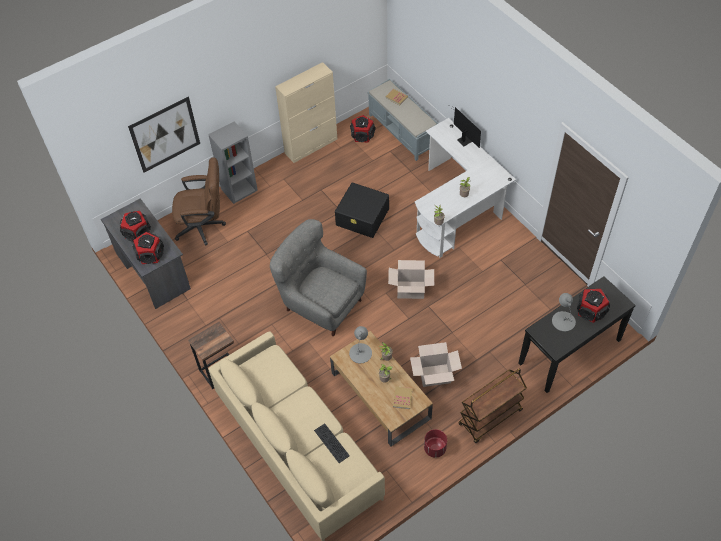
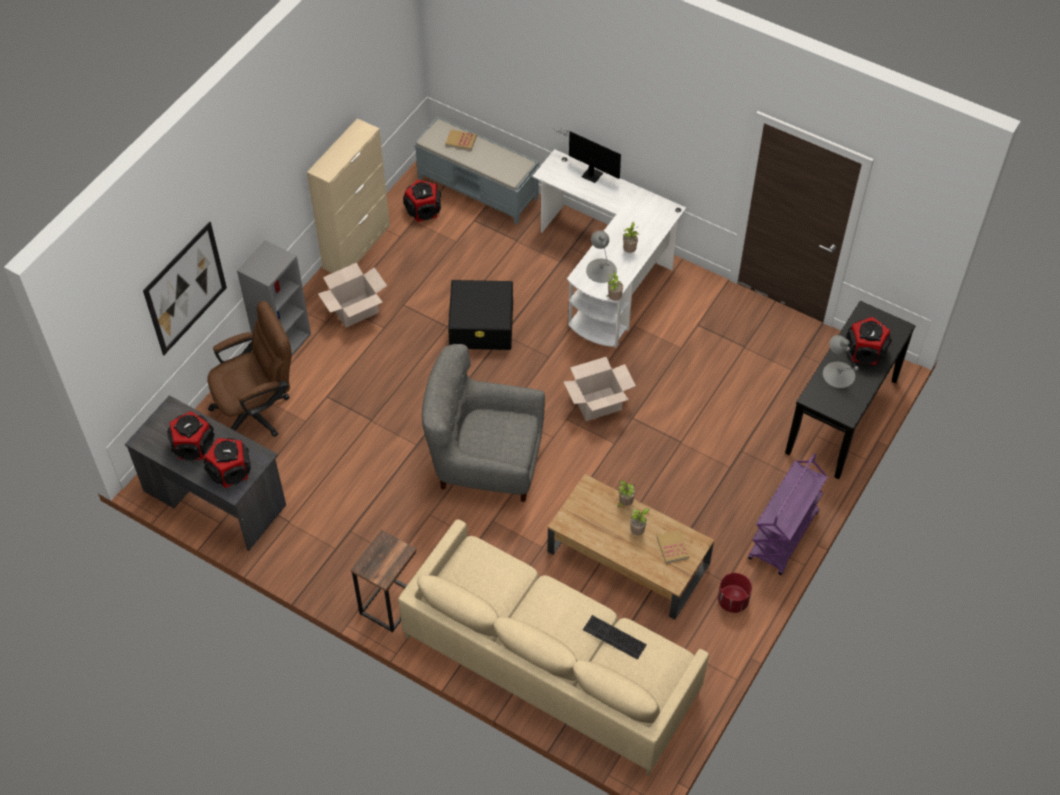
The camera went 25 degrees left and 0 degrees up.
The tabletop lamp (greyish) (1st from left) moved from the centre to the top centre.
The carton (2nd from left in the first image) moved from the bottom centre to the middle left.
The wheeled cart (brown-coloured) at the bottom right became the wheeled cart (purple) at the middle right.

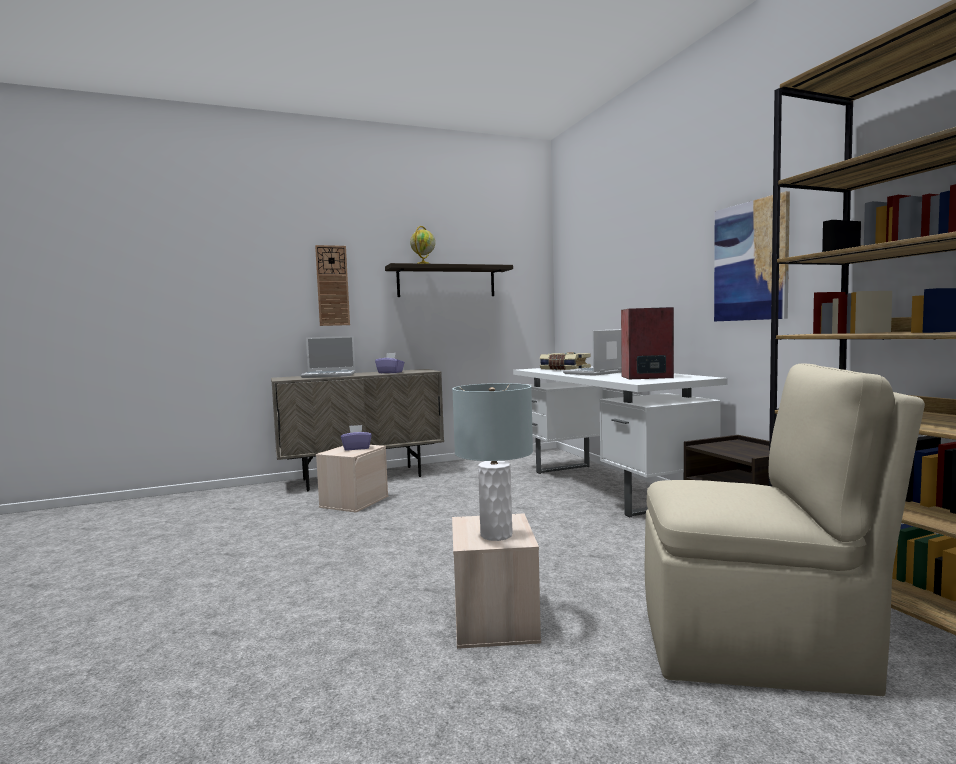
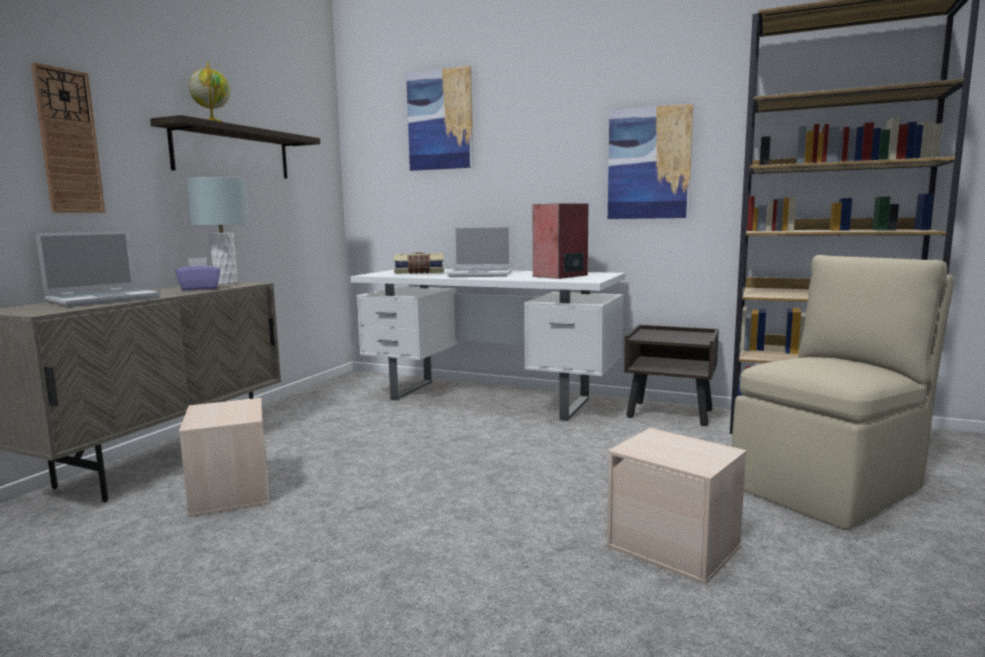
The camera went 45 degrees left and 5 degrees up.
The tissue box (purple) (1st from left) at the centre disappeared.
The tabletop lamp (greyish) moved from the centre to the middle left.
The laptop (2nd from left) at the centre turned 90 degrees counterclockwise.
The picture (1st from left) at the top centre appeared.

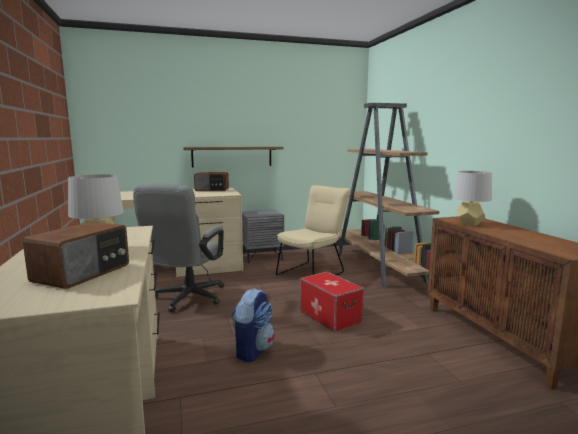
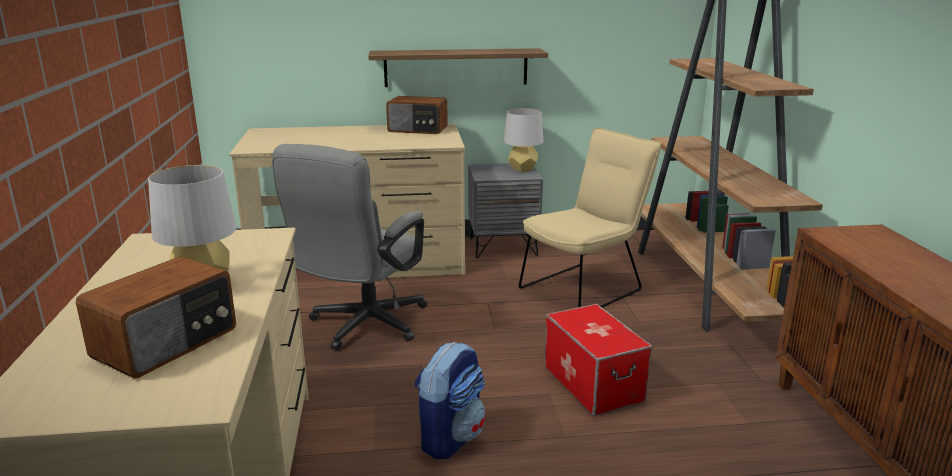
The camera went 10 degrees right and 10 degrees up.
The tabletop lamp (greyish) (2nd from left) moved from the middle right to the top centre.

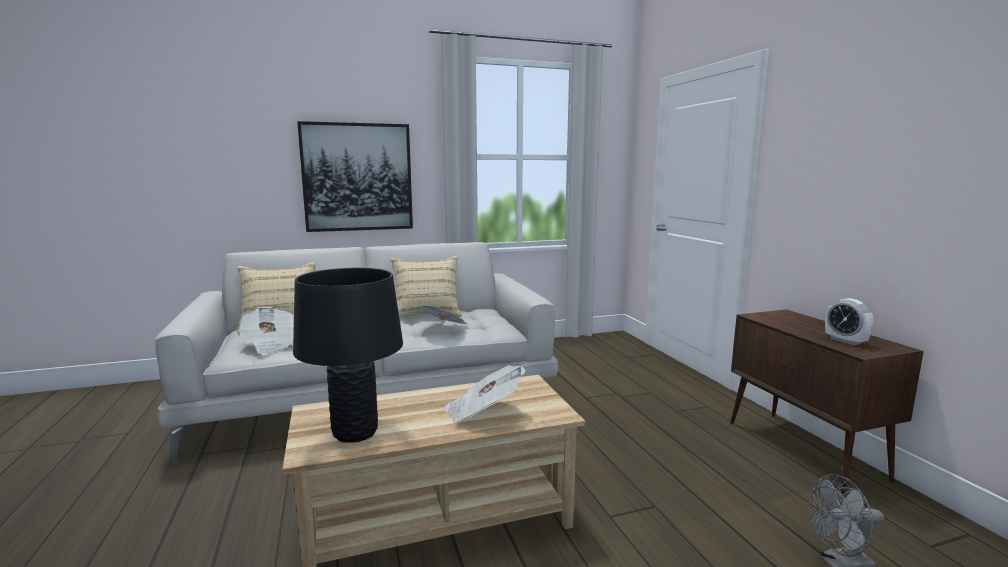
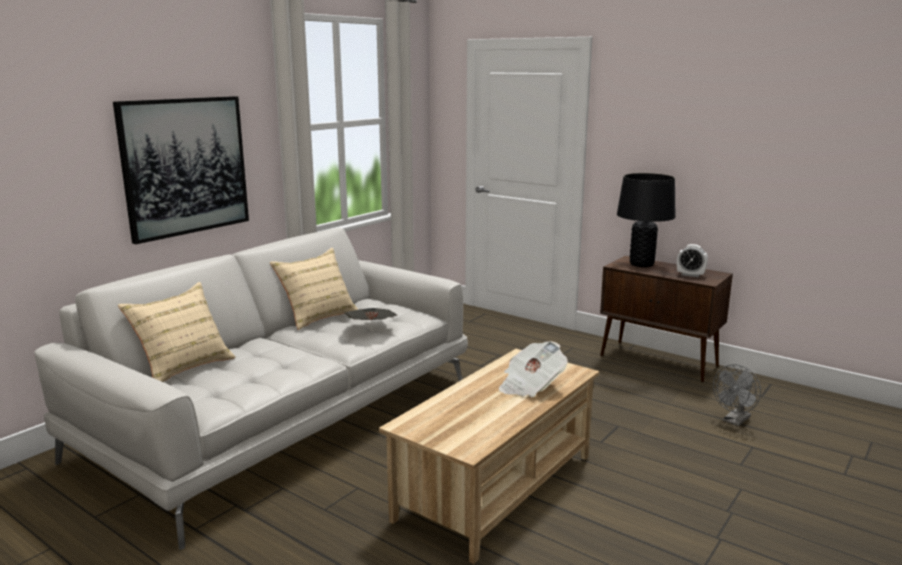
The camera went 35 degrees left and 5 degrees up.
The printed paper (1st from left) at the middle left disappeared.
The tabletop lamp (black) moved from the centre to the middle right.

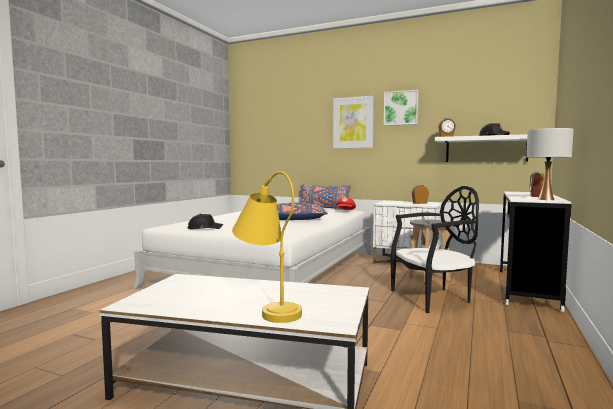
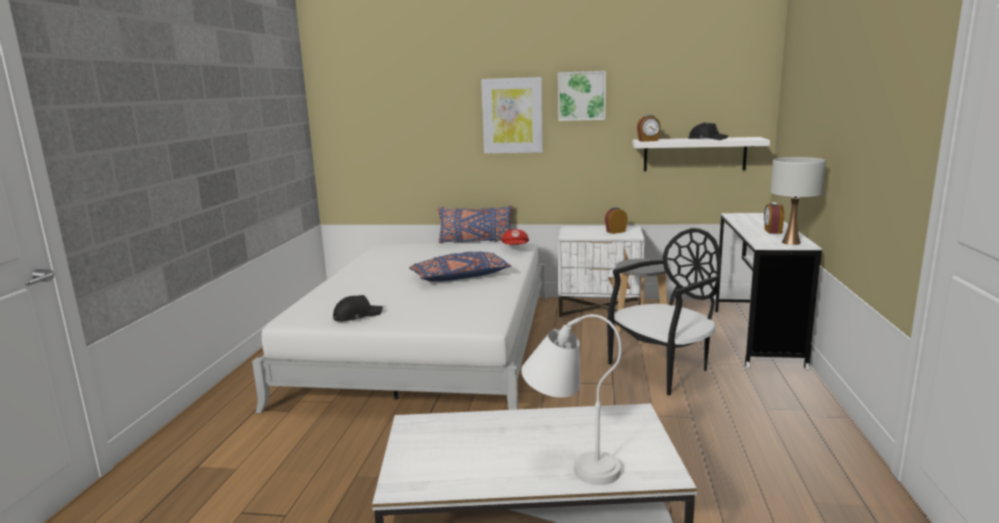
The camera went 15 degrees left and 10 degrees up.
The tabletop lamp (yellow-coloured) at the centre became the tabletop lamp (white) (1st from left) at the bottom centre.

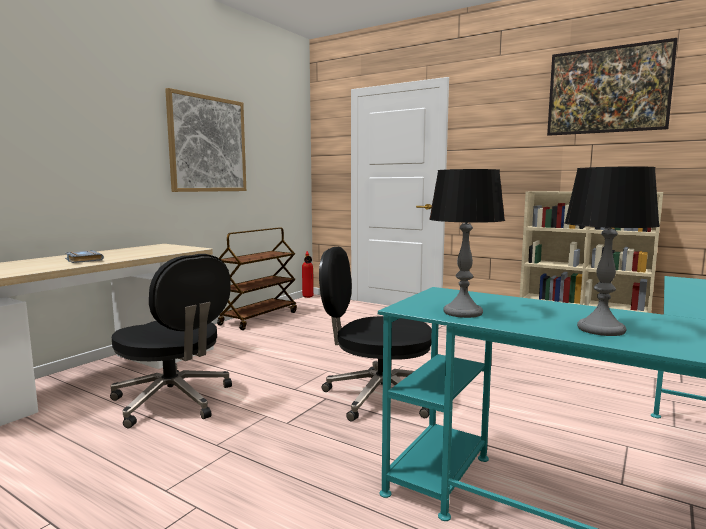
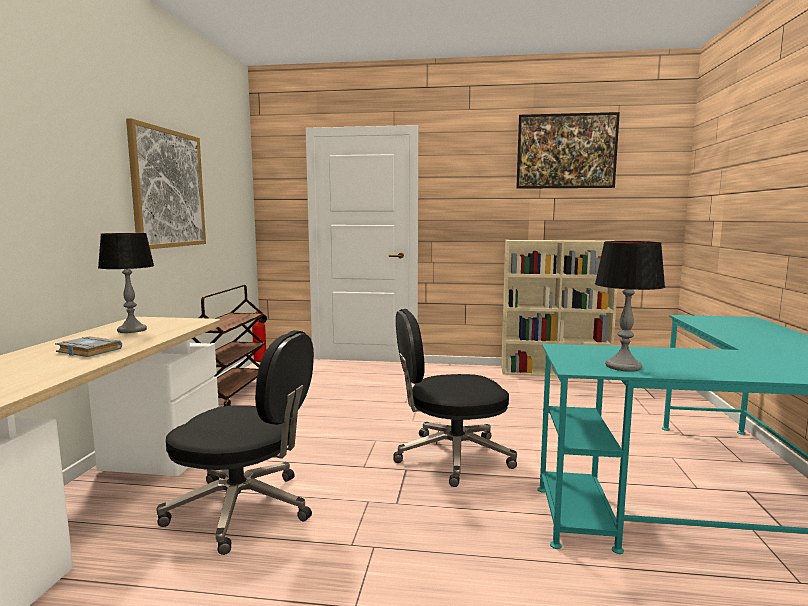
The camera went 25 degrees left and 0 degrees up.
The tabletop lamp (2nd from left in the first image) moved from the middle right to the middle left.

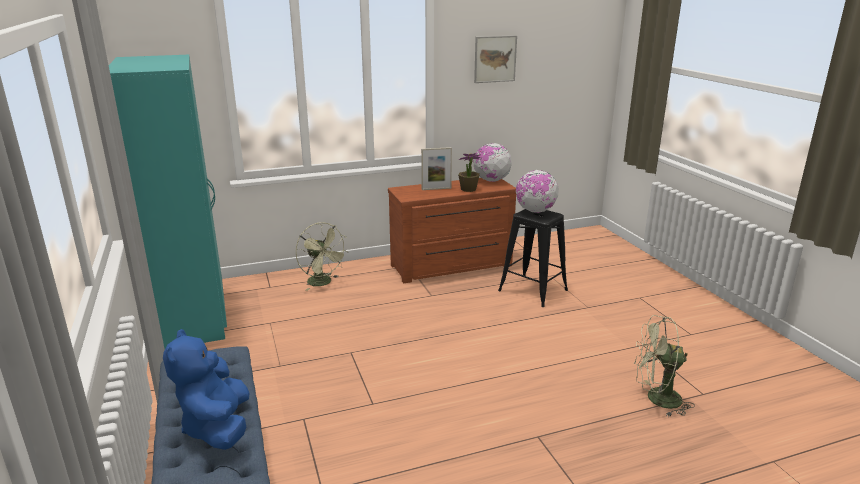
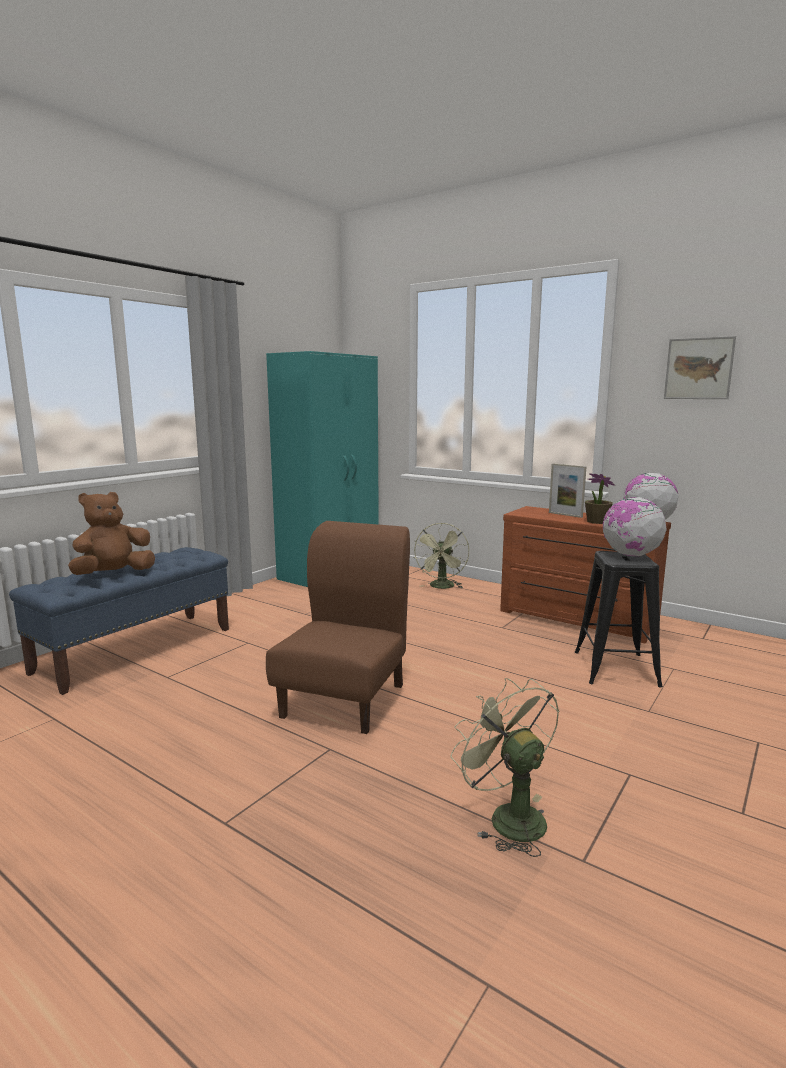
The camera went 55 degrees right and 10 degrees down.
The soft toy (blue-coloured) at the bottom left became the soft toy (brown-coloured) at the middle left.
The upright chair (brown-coloured) at the centre appeared.

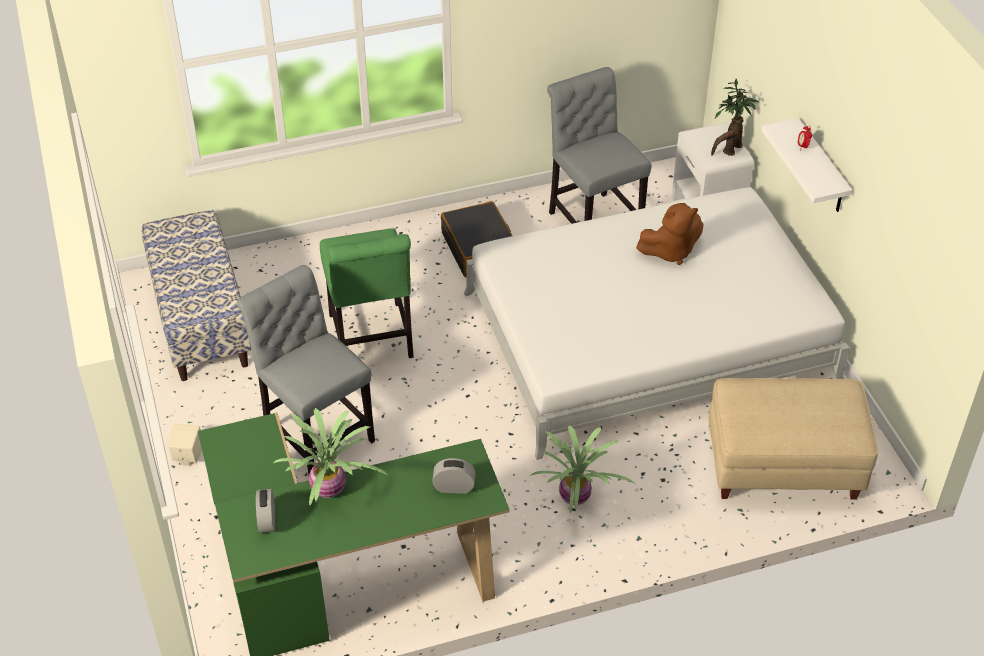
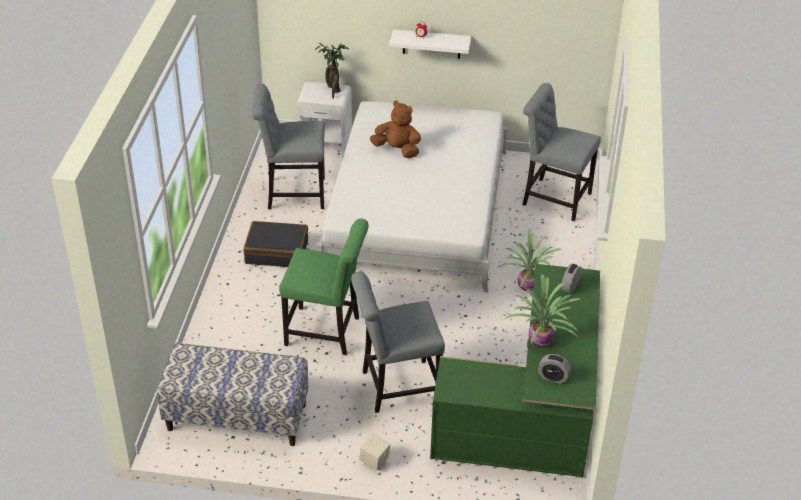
The camera went 65 degrees left and 5 degrees down.
The soft toy (brown-coloured) at the middle right turned 75 degrees counterclockwise.
The pouffe (beige-coloured) at the bottom right was replaced by the upright chair (greyish) (3rd from left) at the top right.

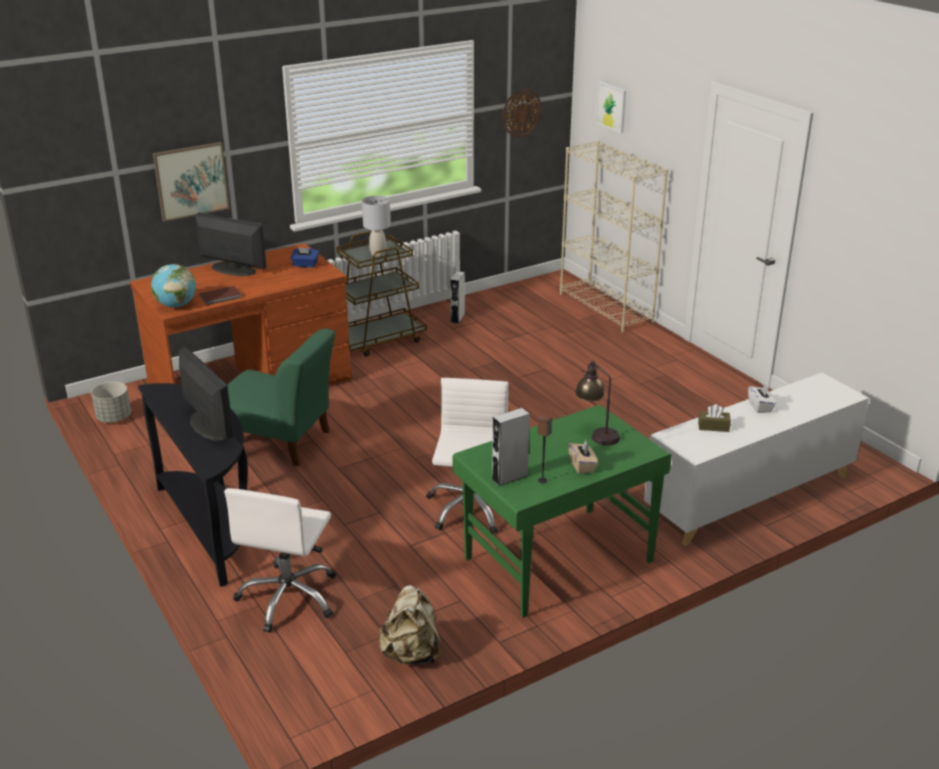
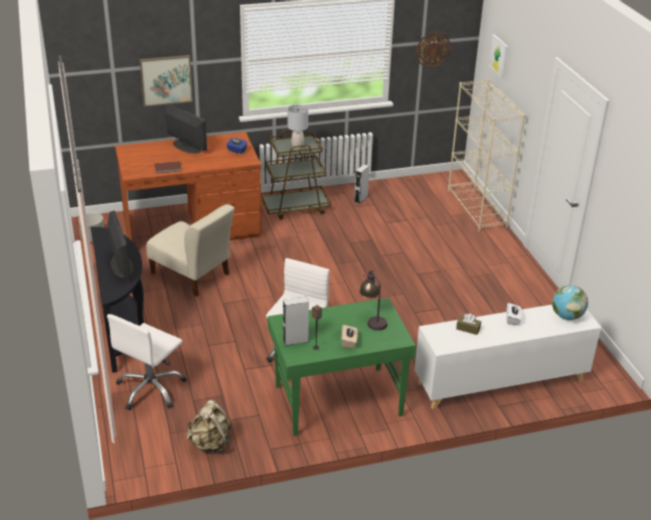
The camera went 15 degrees right and 5 degrees up.
The world globe moved from the middle left to the middle right.
The upright chair (greenish) at the middle left became the upright chair (beige-coloured) at the middle left.

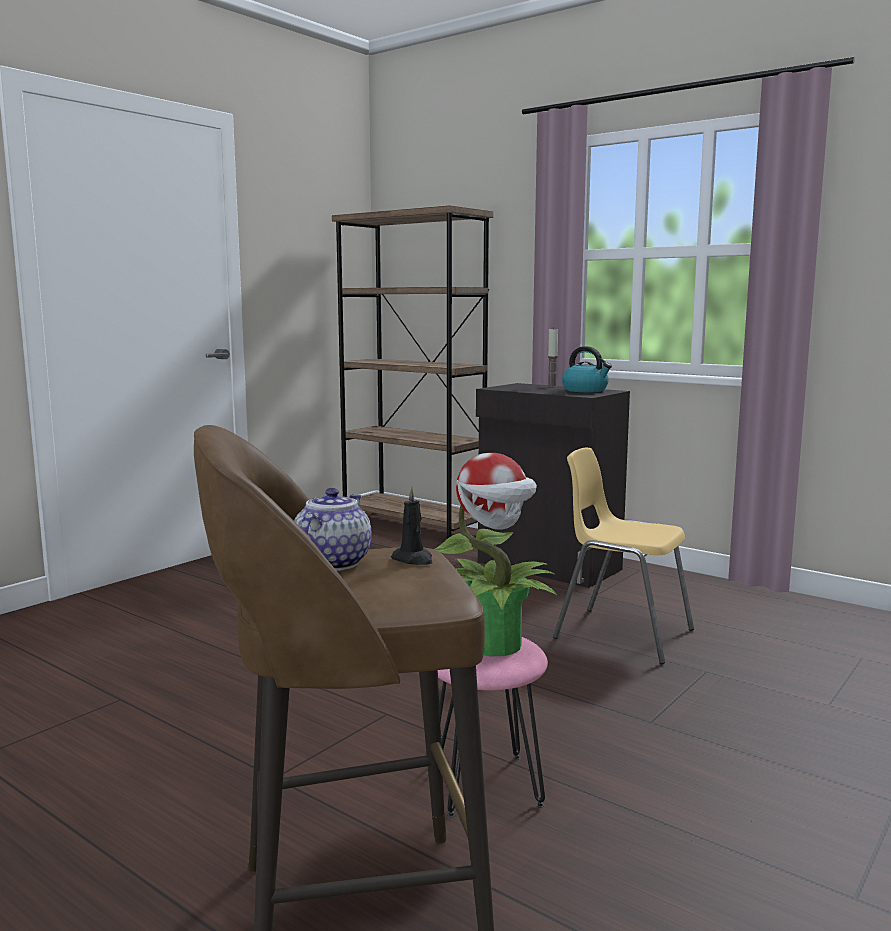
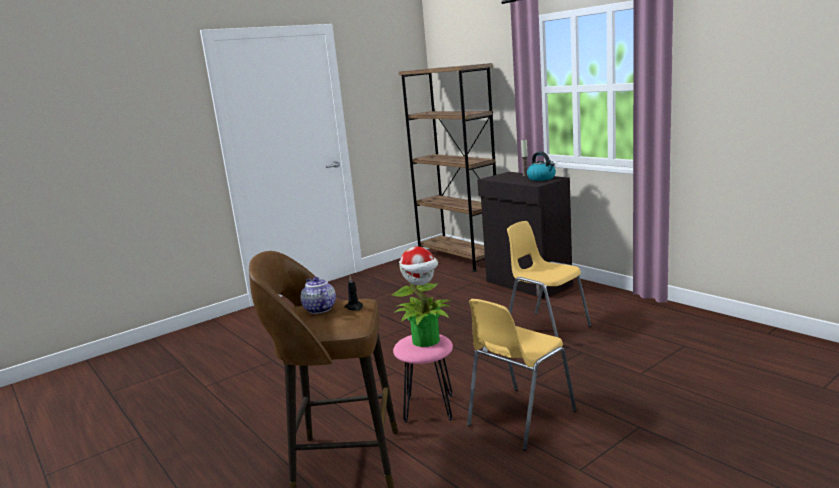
The camera went 15 degrees right and 5 degrees up.
The tea pot at the centre turned 60 degrees counterclockwise.
The upright chair (yellow-coloured) (1st from left) at the bottom centre appeared.

